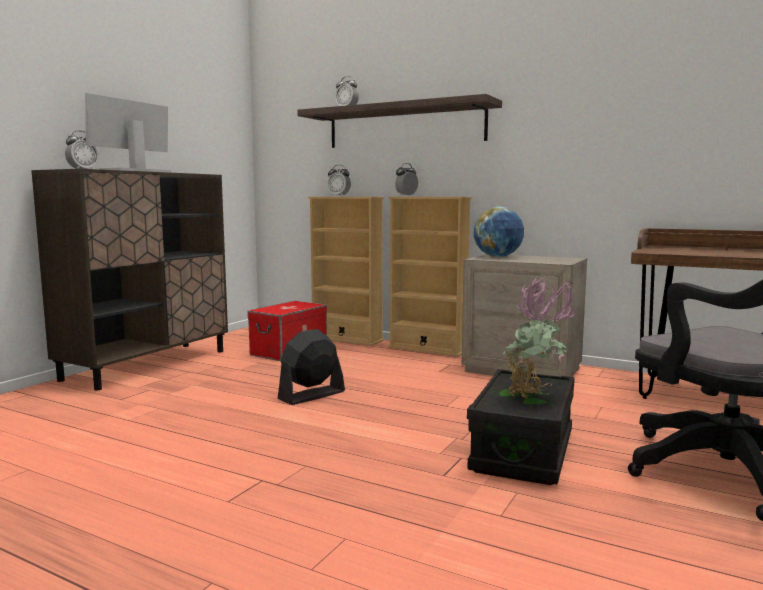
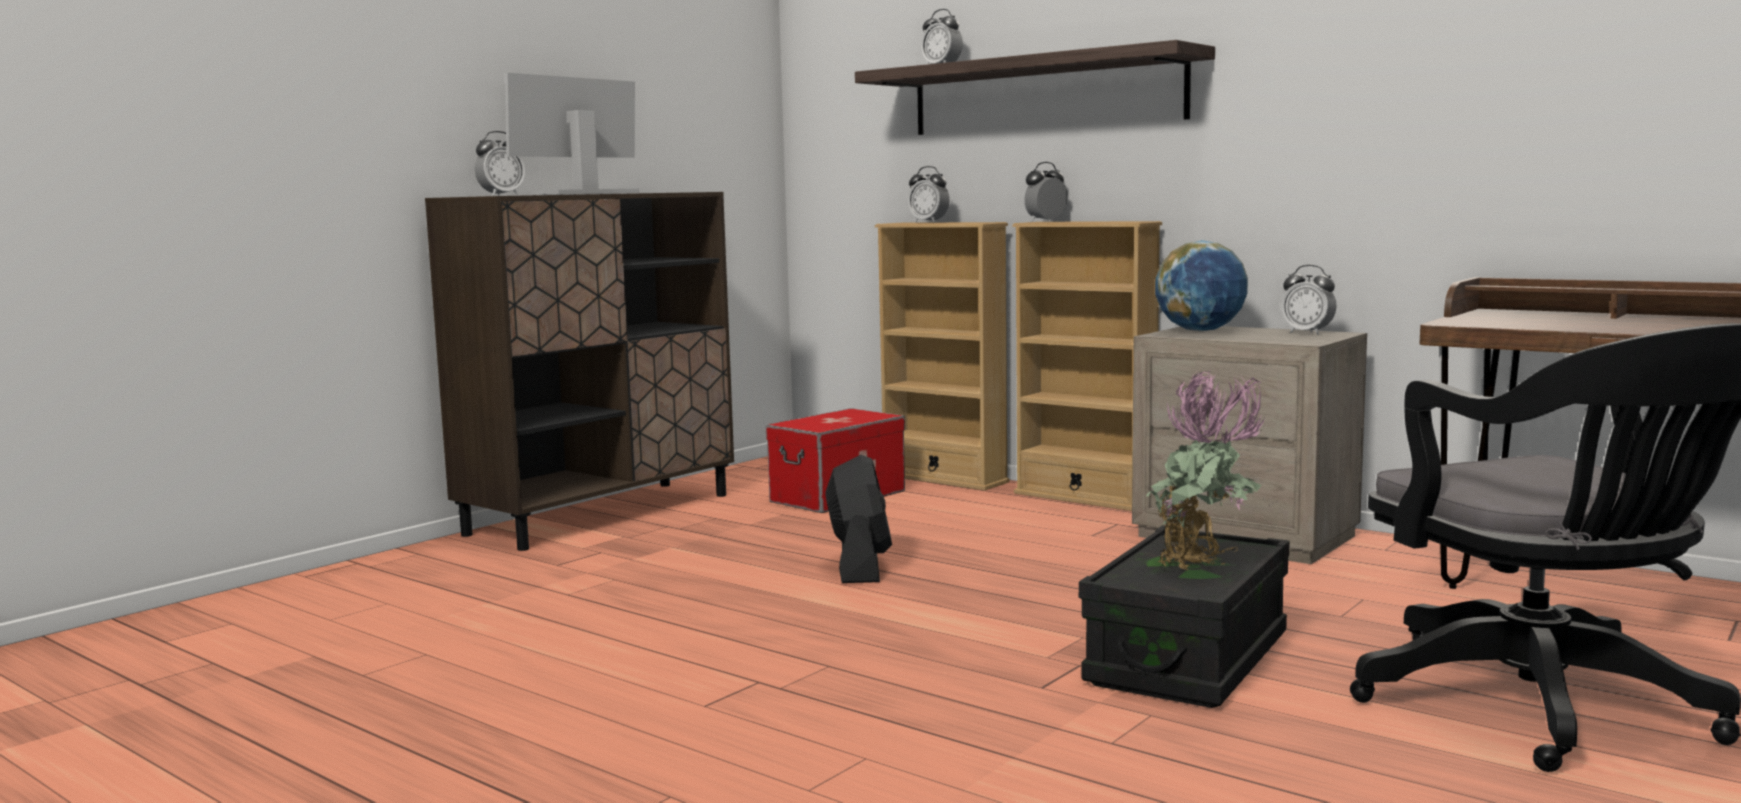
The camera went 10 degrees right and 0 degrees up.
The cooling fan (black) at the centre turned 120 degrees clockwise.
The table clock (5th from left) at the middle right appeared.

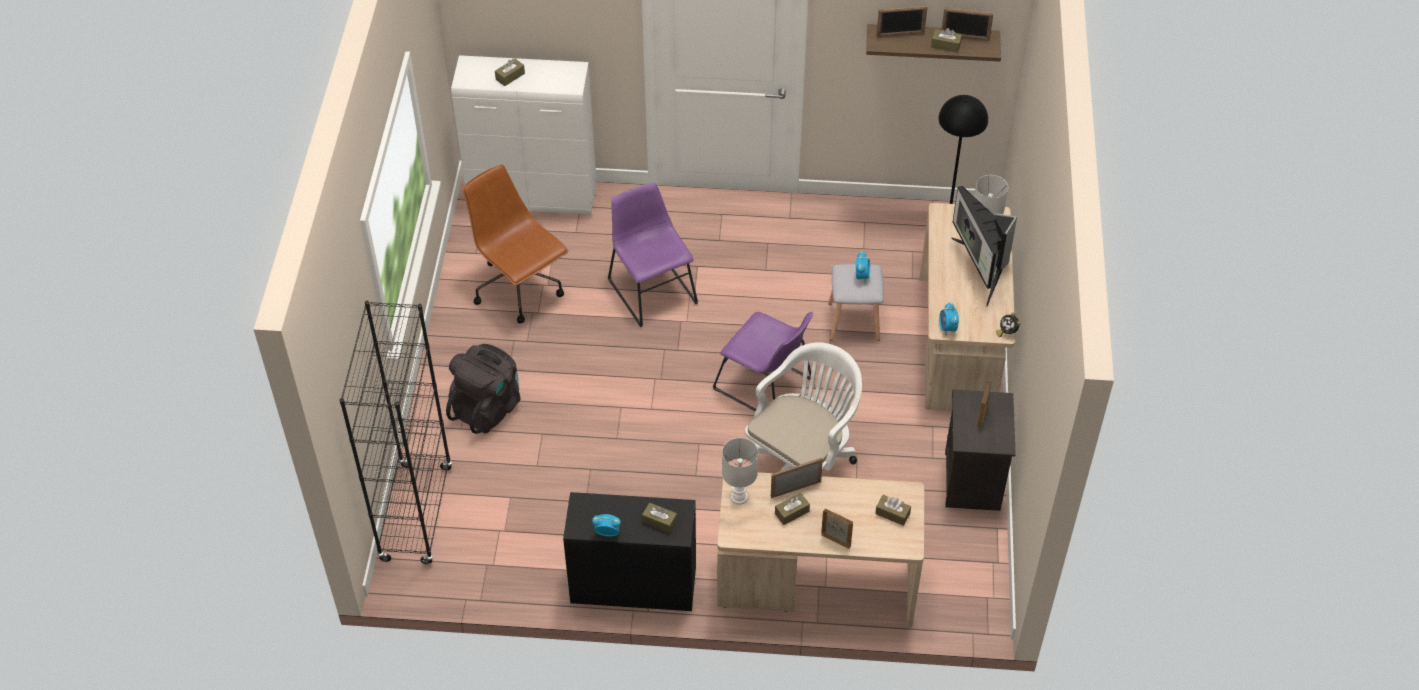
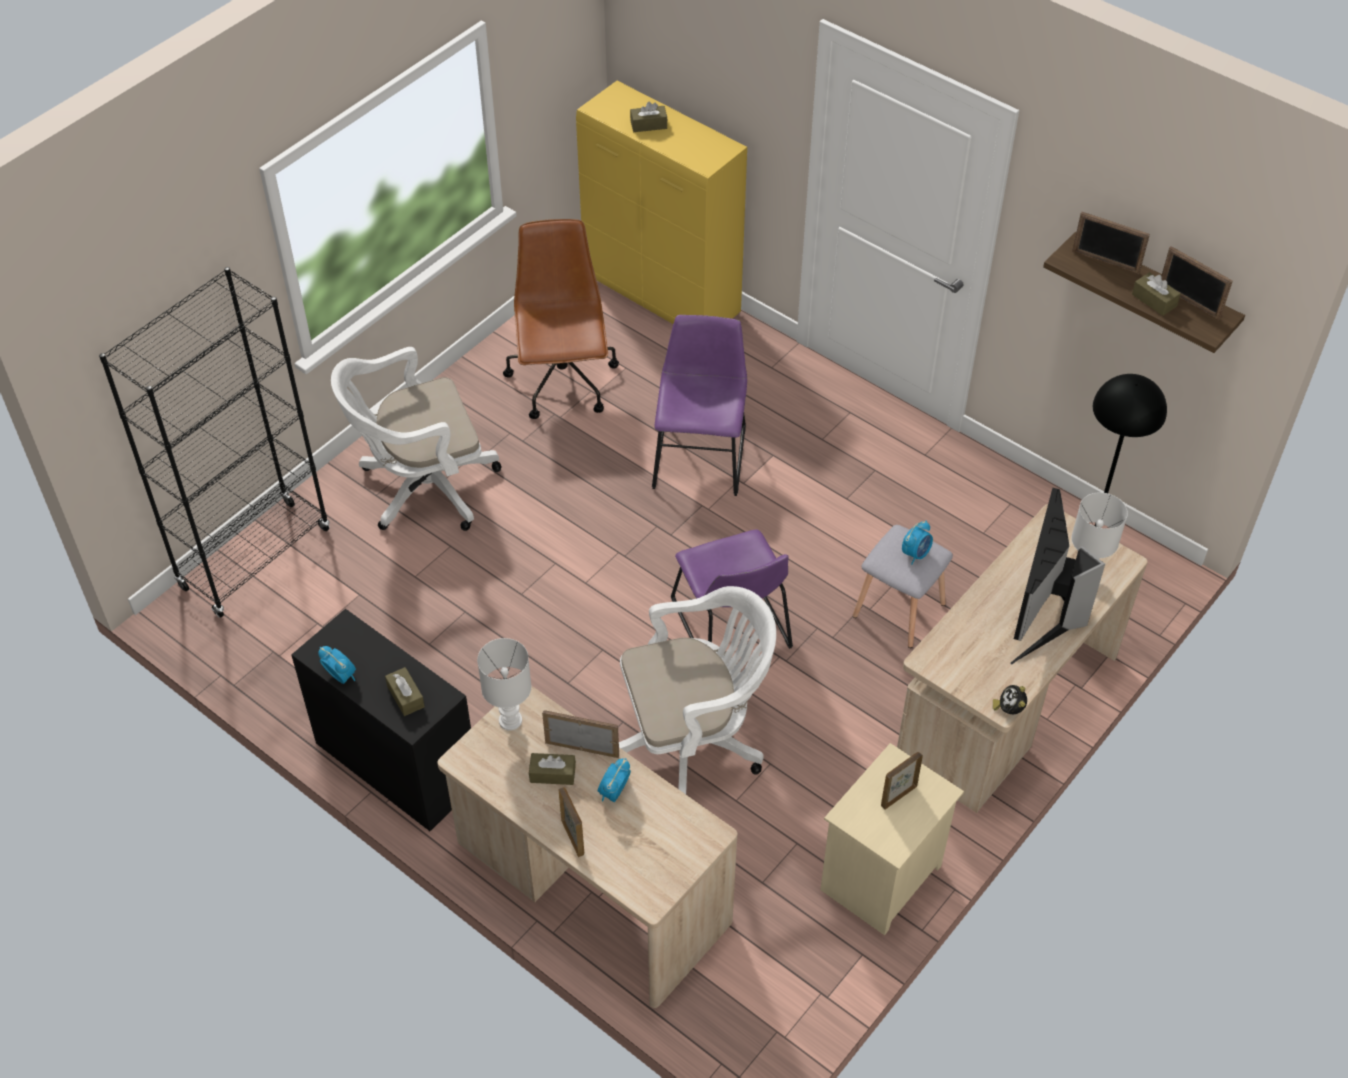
The camera went 35 degrees right and 0 degrees up.
The rucksack (black) at the centre was replaced by the computer chair (white) (1st from left) at the middle left.
The cupboard (white) at the top centre became the cupboard (yellow-coloured) at the top centre.
The tissue box (brown-coloured) (4th from left) at the bottom centre disappeared.
The table clock (3rd from left in the first image) moved from the middle right to the bottom centre.
The nightstand (black) at the middle right became the nightstand (beige-coloured) at the bottom centre.

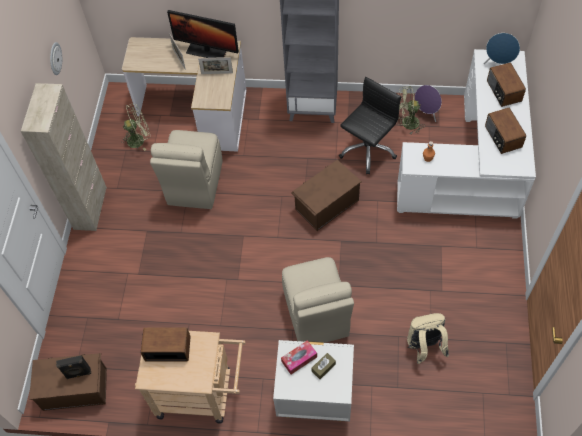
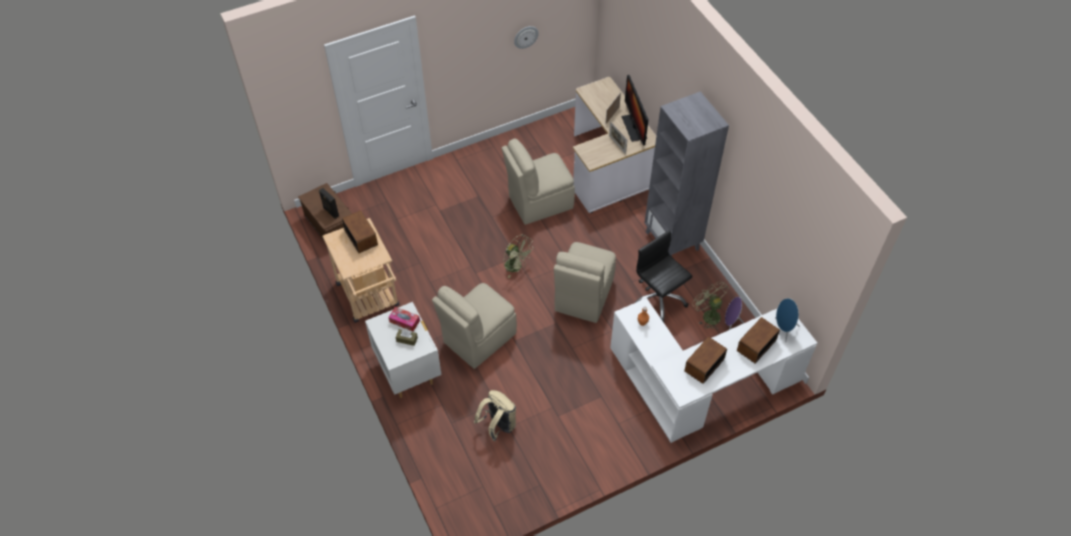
The camera went 55 degrees right and 5 degrees down.
The cupboard (beige-coloured) at the middle left disappeared.
The cooling fan (greenish) (1st from left) moved from the top left to the centre.
The storage box (brown-coloured) (2nd from left) at the centre was replaced by the upright chair (beige-coloured) (3rd from left) at the centre.
The computer chair (black) at the top centre turned 135 degrees counterclockwise.

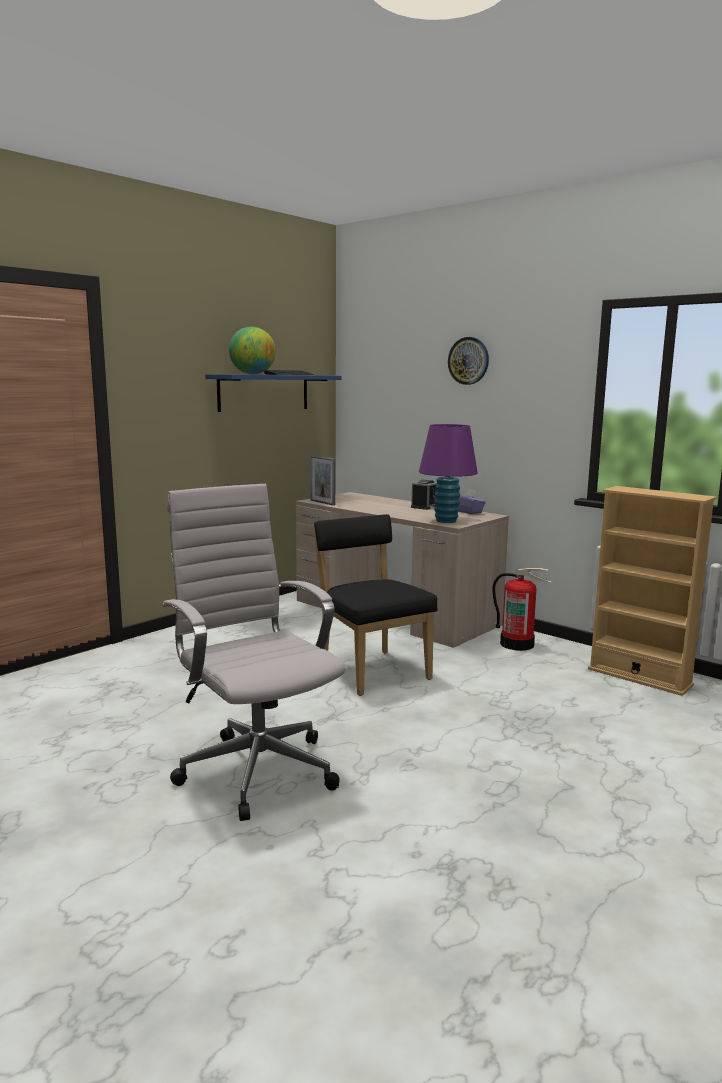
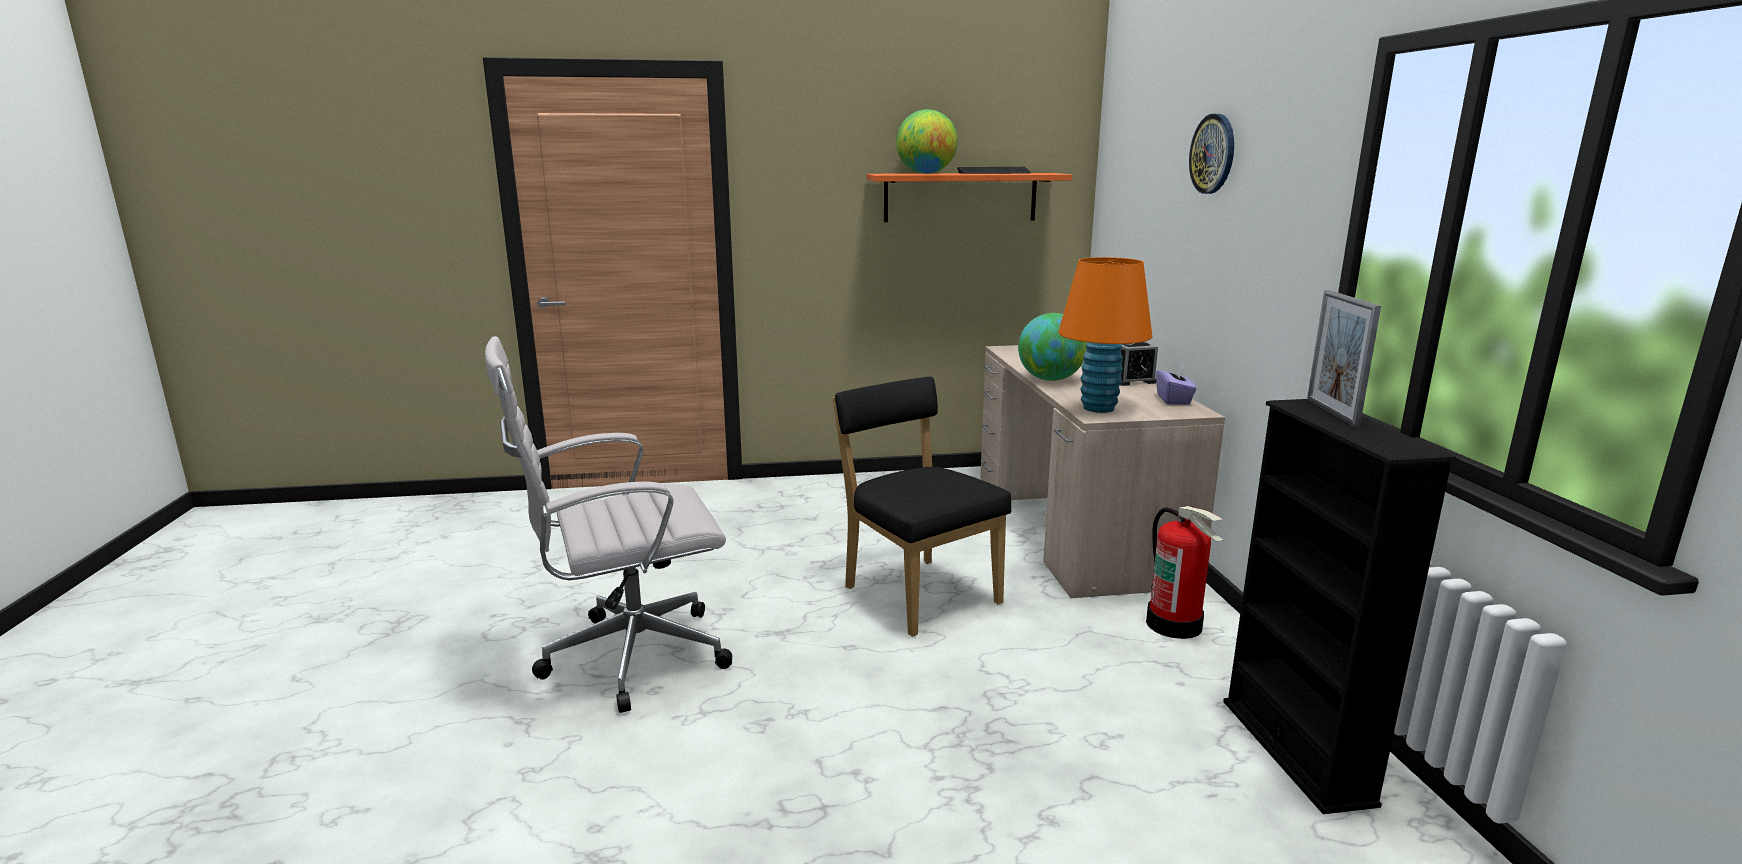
The camera went 40 degrees right and 5 degrees up.
The computer chair (white) at the centre turned 120 degrees counterclockwise.
The shelf (blue-coloured) at the centre became the shelf (orange-coloured) at the top centre.
The standing frame moved from the centre to the middle right.
The upright chair (black) at the centre turned 45 degrees counterclockwise.
The tabletop lamp (purple) at the centre became the tabletop lamp (orange-coloured) at the centre.
The shelving unit (beige-coloured) at the middle right became the shelving unit (black) at the bottom right.
The world globe (2nd from left) at the centre appeared.

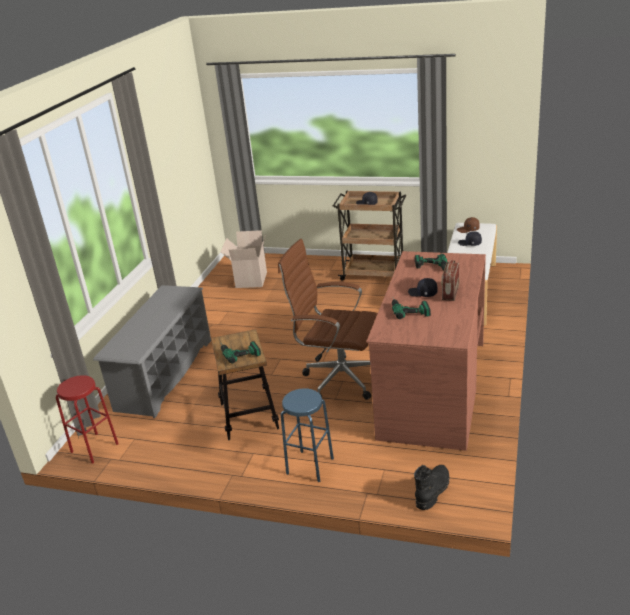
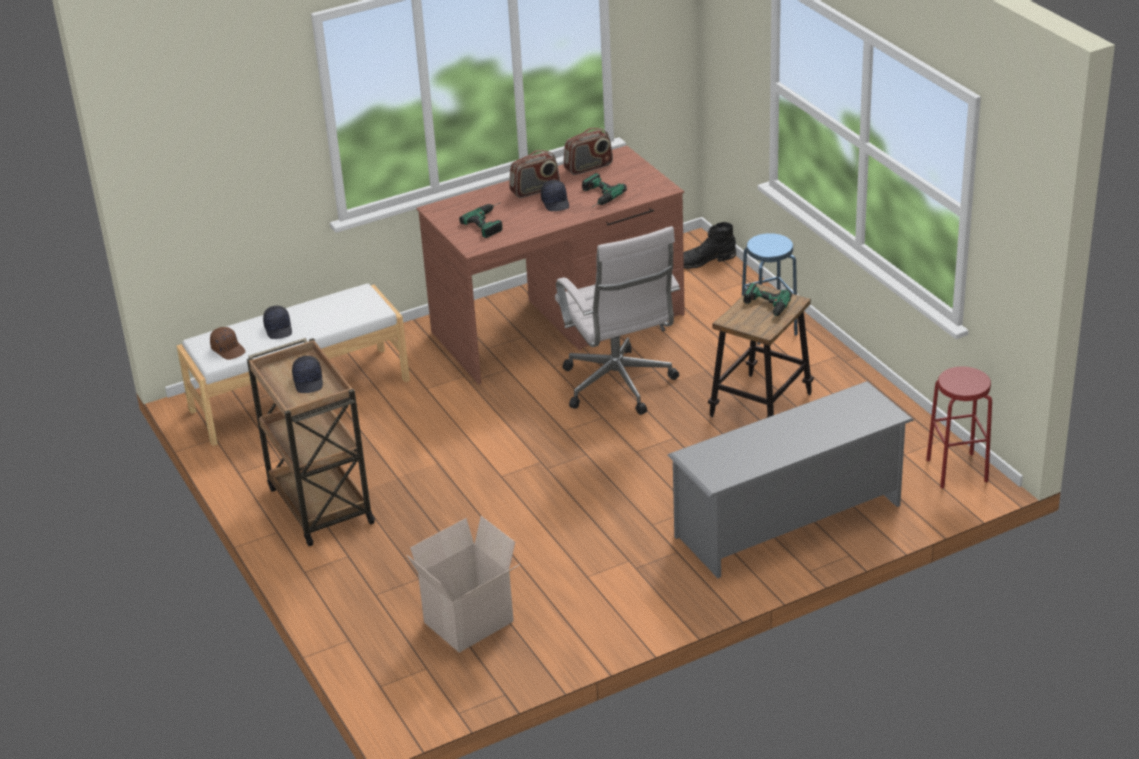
The camera went 135 degrees left and 5 degrees up.
The computer chair (brown-coloured) at the centre became the computer chair (white) at the centre.
The radio set (2nd from left) at the top centre appeared.

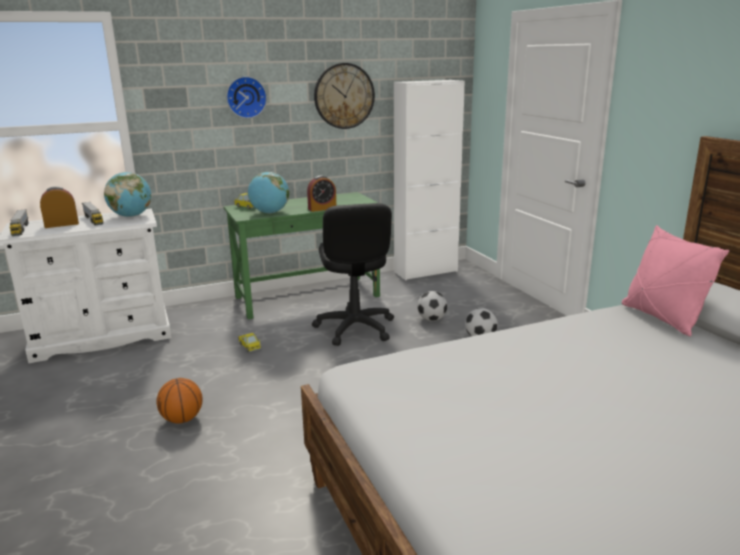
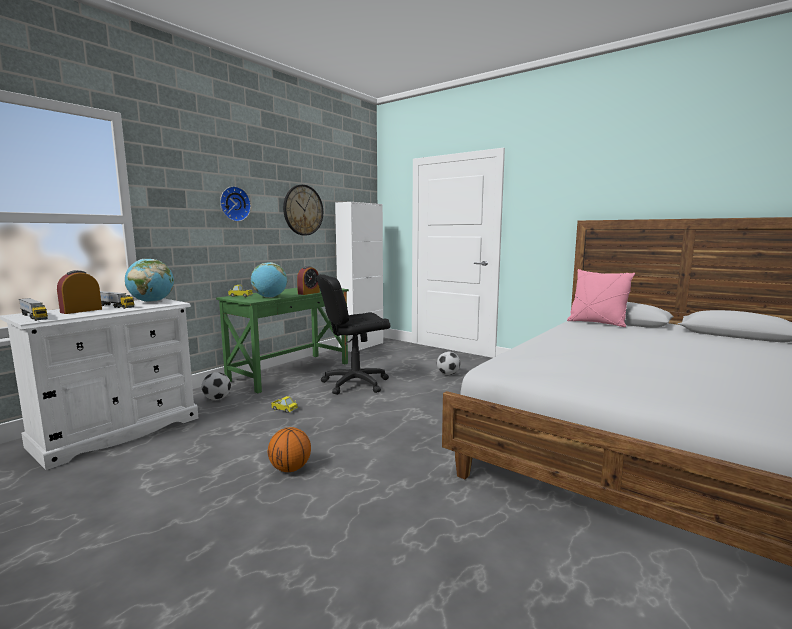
The camera went 30 degrees left and 10 degrees down.
The computer chair (black) at the centre turned 105 degrees clockwise.
The ball for football (1st from left) moved from the centre to the middle left.

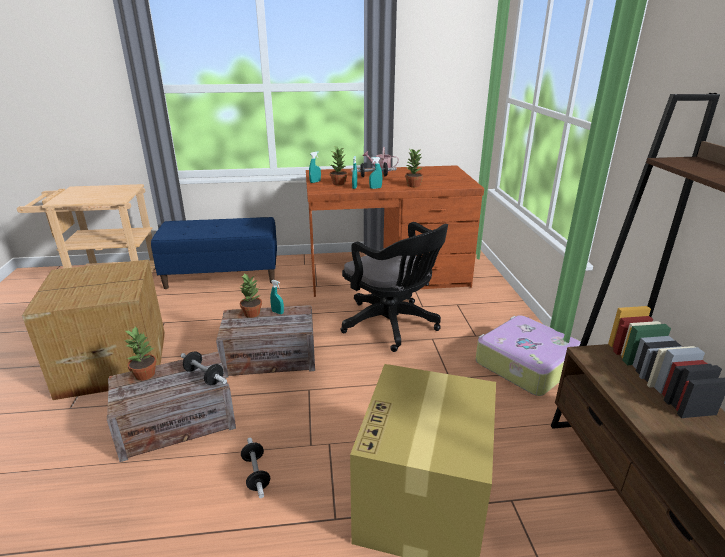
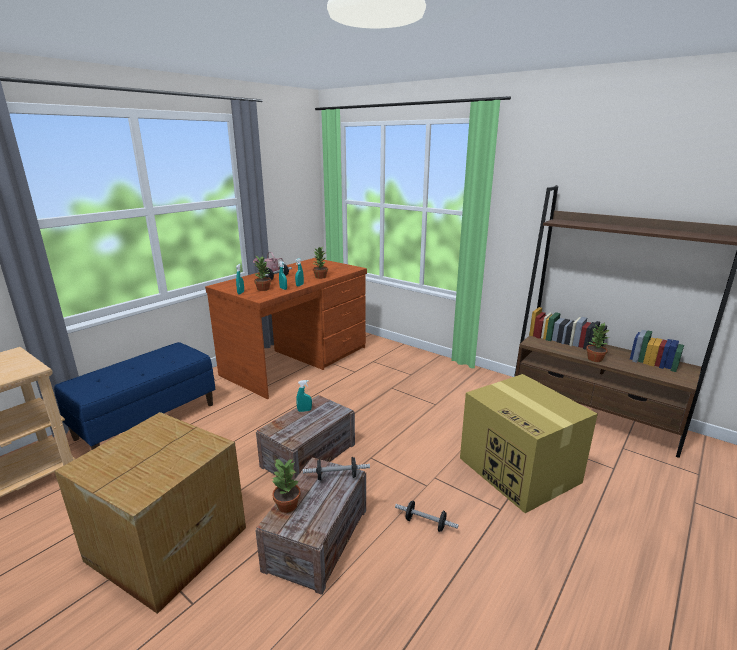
The camera went 45 degrees left and 5 degrees down.
The plant in a pot (2nd from left in the first image) moved from the centre to the middle right.
The computer chair (black) at the centre disappeared.
The travel case at the middle right disappeared.

